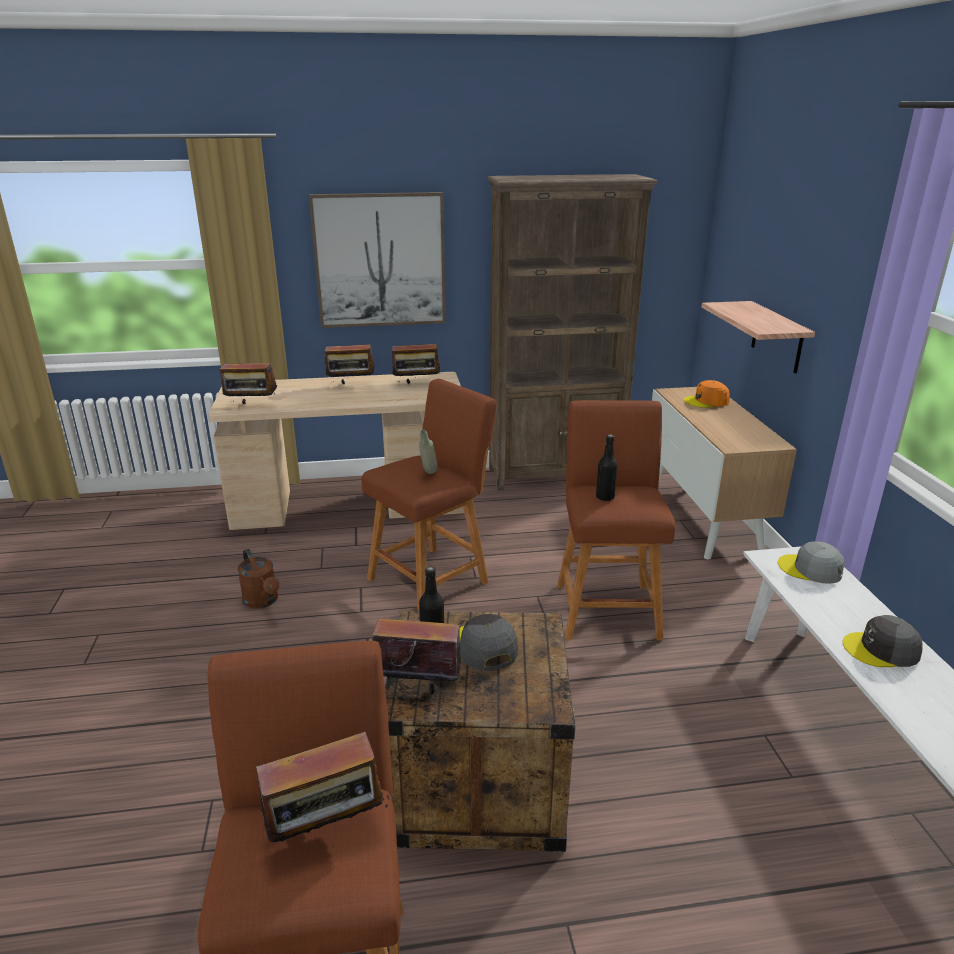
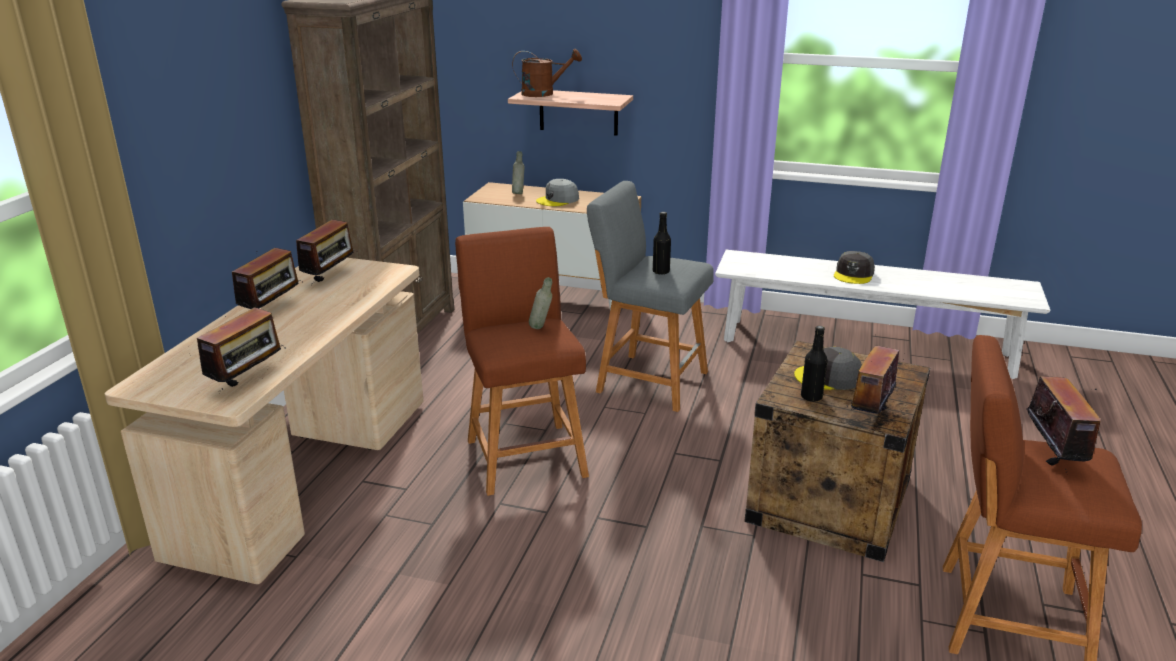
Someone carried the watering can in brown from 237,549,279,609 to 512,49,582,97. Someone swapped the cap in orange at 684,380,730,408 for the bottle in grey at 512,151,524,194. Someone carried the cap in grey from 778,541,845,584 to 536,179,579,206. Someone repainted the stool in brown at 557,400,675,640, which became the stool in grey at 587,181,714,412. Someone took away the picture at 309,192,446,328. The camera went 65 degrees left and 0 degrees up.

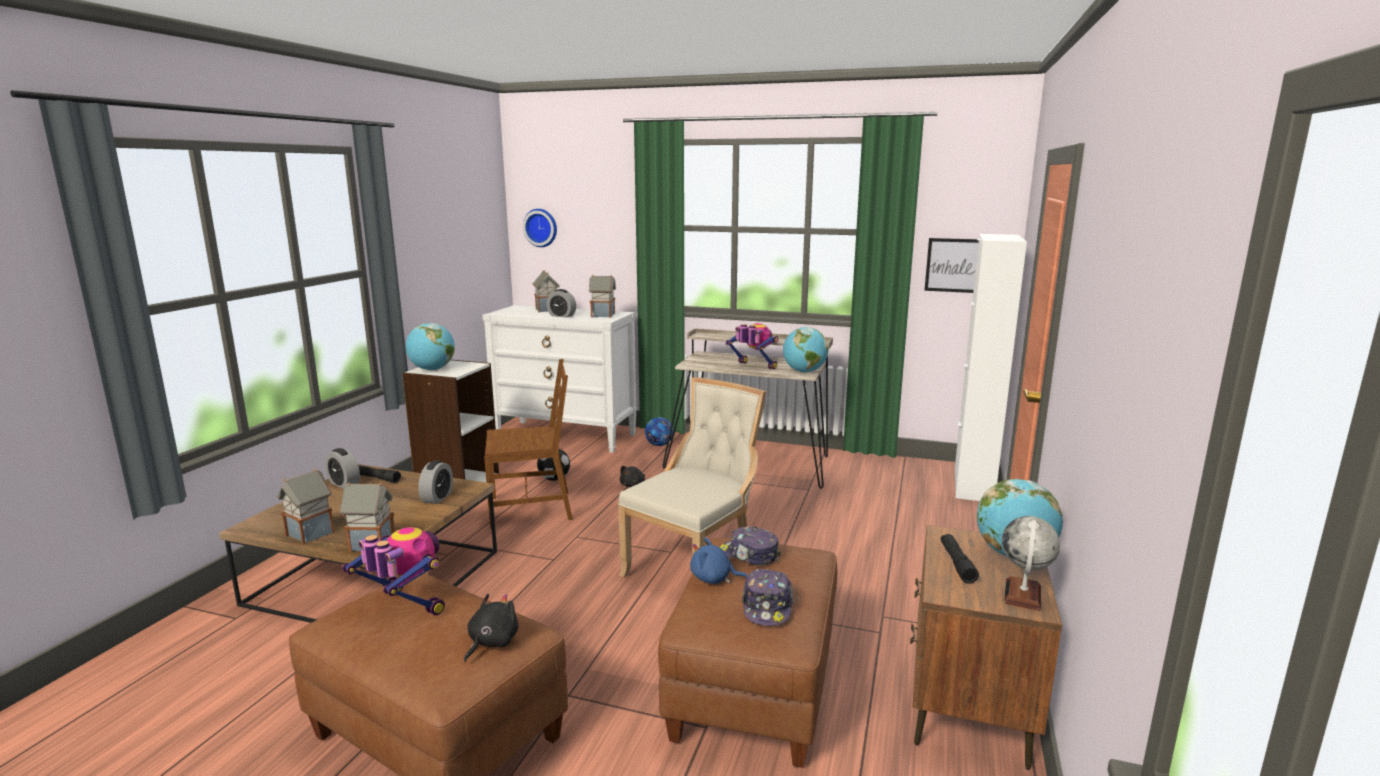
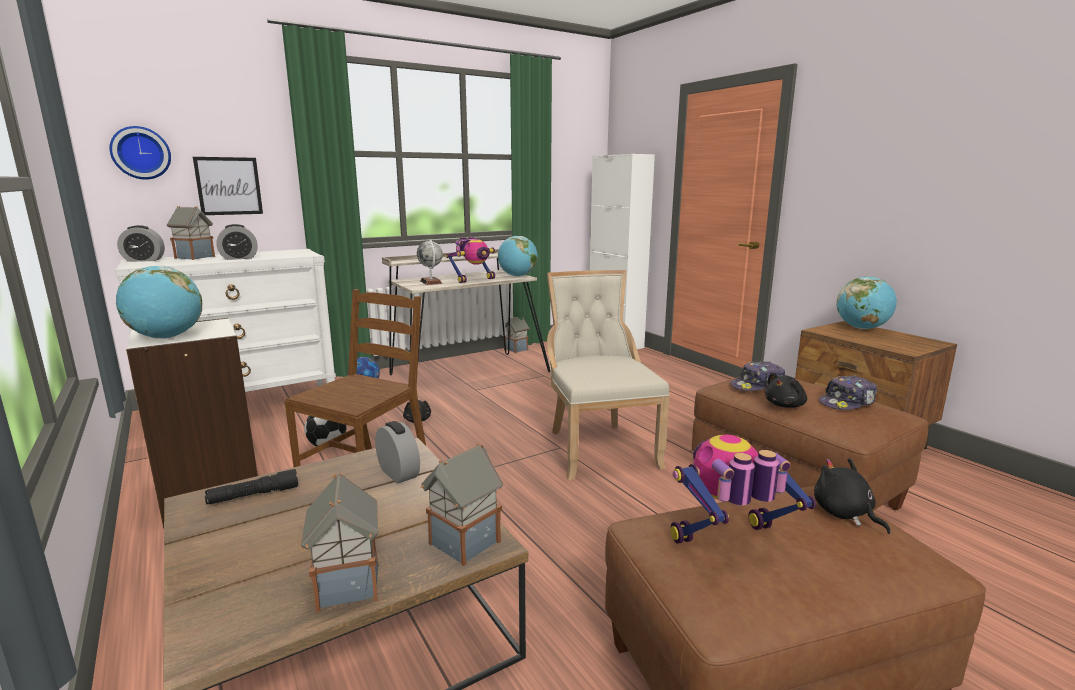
Someone carried the alarm clock from 325,448,360,489 to 117,225,165,262. Someone carried the picture from 924,238,979,293 to 193,157,263,215. Someone carried the globe from 1002,516,1060,611 to 417,240,443,285. Someone rotated the toy robot at 726,323,779,369 by 150 degrees clockwise. Someone carried the toy house from 589,275,616,318 to 503,317,530,353. Someone repainted the plush toy in blue at 690,537,748,584, which became the plush toy in black at 765,373,807,408. Someone rotated the cap at 742,568,794,626 by 105 degrees clockwise. Someone took away the flashlight in black at 941,534,979,584. The camera went 50 degrees left and 0 degrees up.

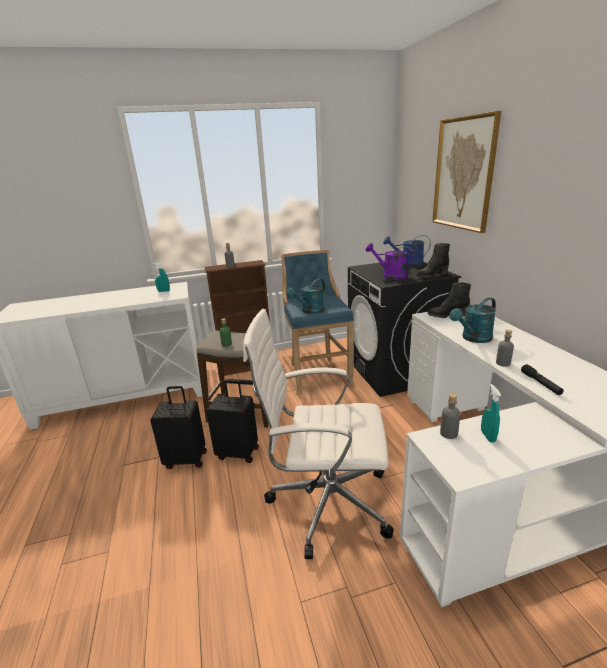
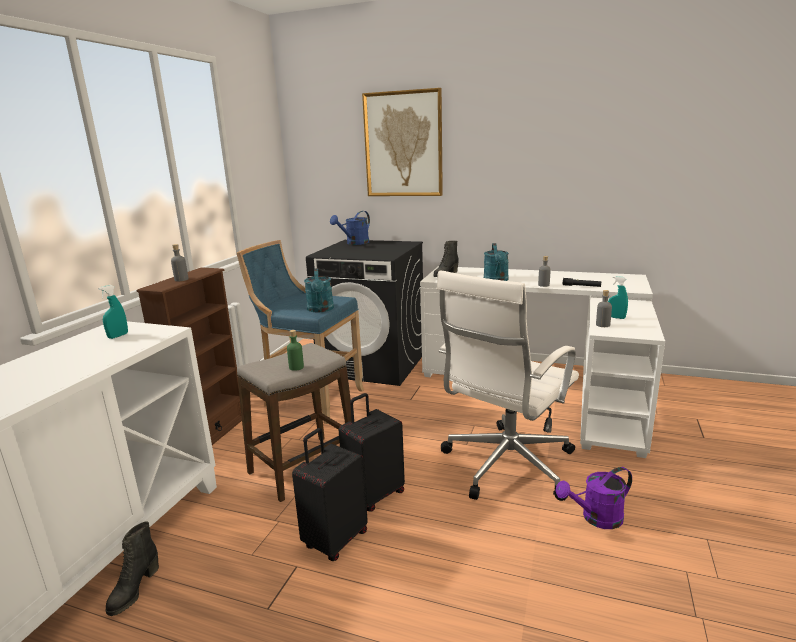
Someone carried the boot in black from 417,243,450,278 to 105,522,159,616. Someone carried the watering can in purple from 366,243,414,280 to 556,467,632,529. The camera went 55 degrees left and 5 degrees down.

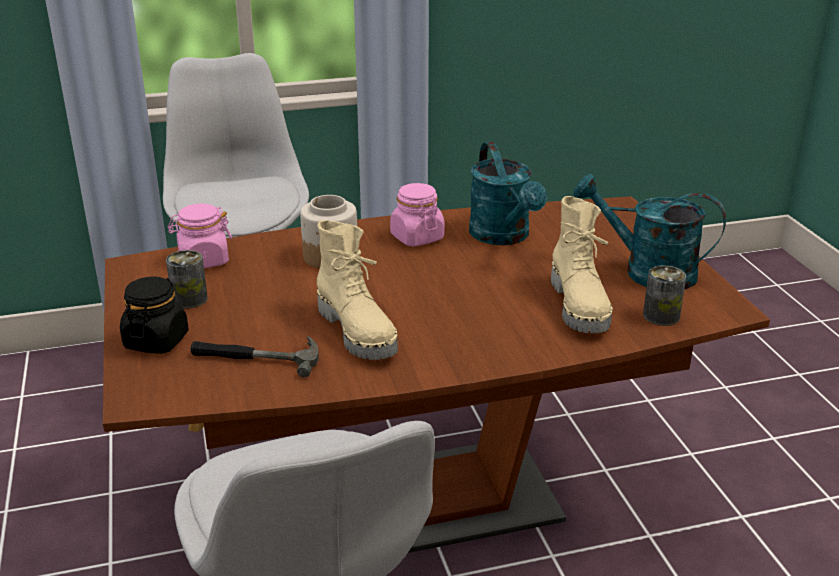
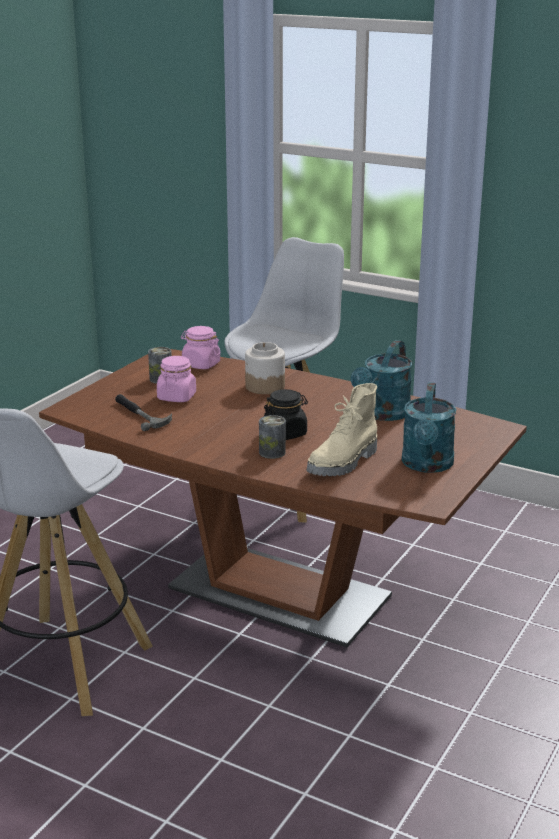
Someone carried the jar in pink from 390,183,445,247 to 157,356,196,402. Someone carried the can from 643,265,686,326 to 259,415,286,459. Someone carried the jar in black from 120,276,189,354 to 264,389,308,440. Someone rotated the watering can in turquoise at 573,174,726,290 by 150 degrees counterclockwise. Someone took away the boot in beige at 317,220,398,360. The camera went 45 degrees right and 5 degrees down.

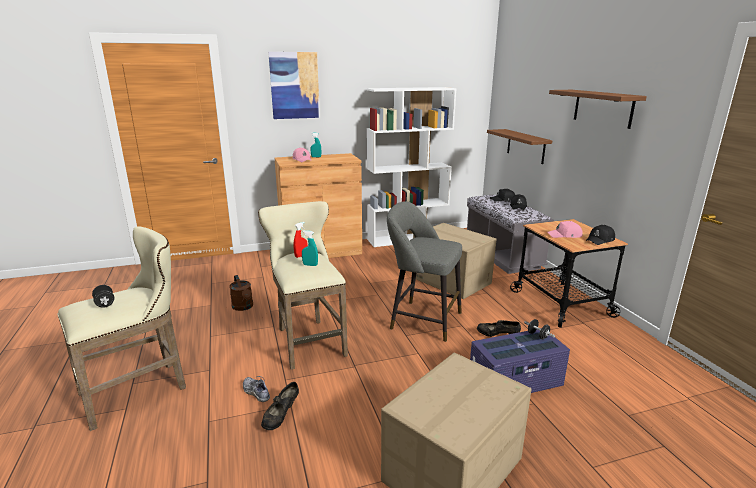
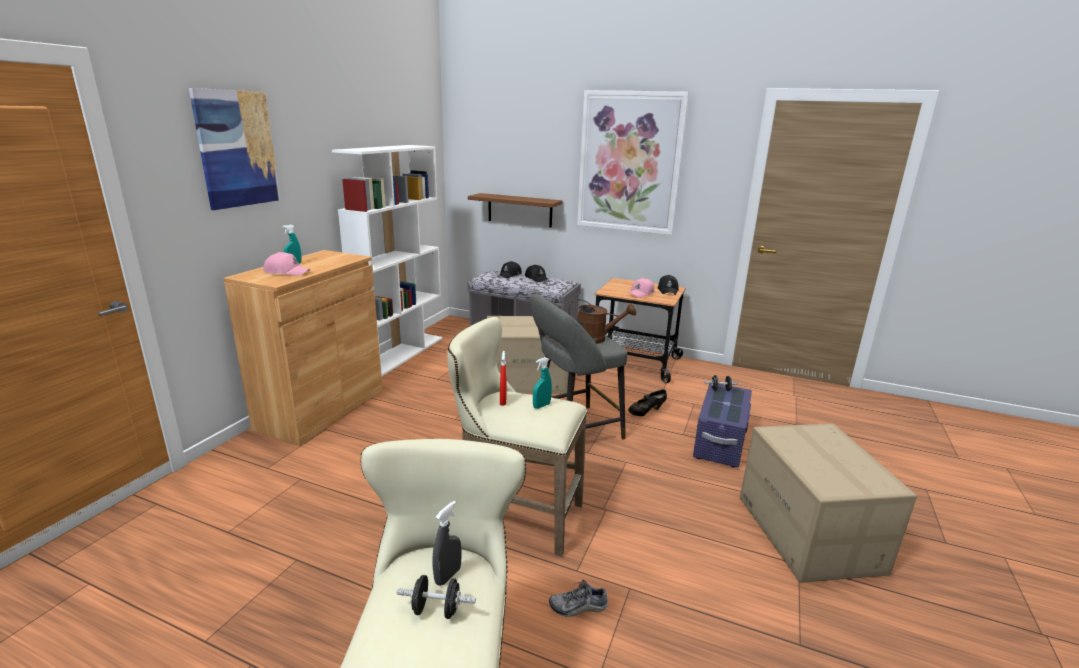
Someone put down the spray bottle in grey at 432,501,462,586. Someone carried the watering can in brown from 229,275,253,311 to 569,299,636,344. Someone swapped the shelf in brown at 549,90,647,129 for the picture at 577,90,689,235. Someone took away the shoe in black at 261,382,299,430. The camera went 50 degrees left and 0 degrees up.

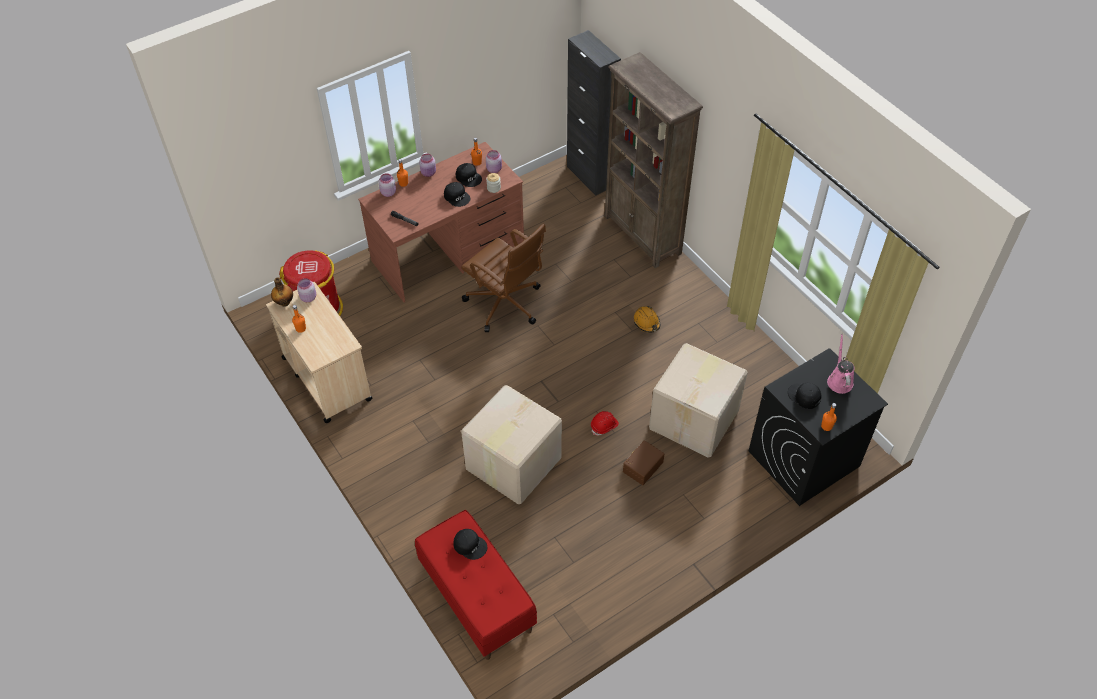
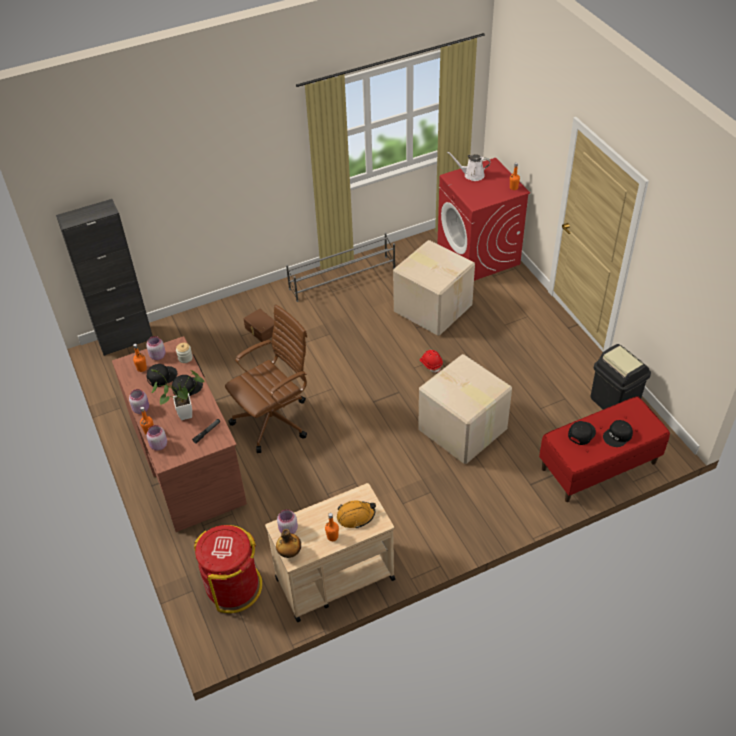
Someone put down the potted plant at 151,369,205,420. Someone carried the storage box in brown from 623,440,664,485 to 243,308,274,342. Someone put down the shoe rack in grey at 286,232,395,302. Someone carried the hard hat in orange from 634,306,660,333 to 337,501,376,528. Someone repainted the washing machine in black at 749,348,888,506, which became the washing machine in red at 438,158,530,281. Someone repainted the watering can in pink at 827,334,855,394, which became the watering can in white at 447,152,491,181. Someone put down the trash can in black at 590,344,651,410. Someone carried the cap in black from 788,383,821,409 to 603,420,633,447. Someone took away the bookcase in brown at 604,52,703,268. The camera went 80 degrees left and 5 degrees down.

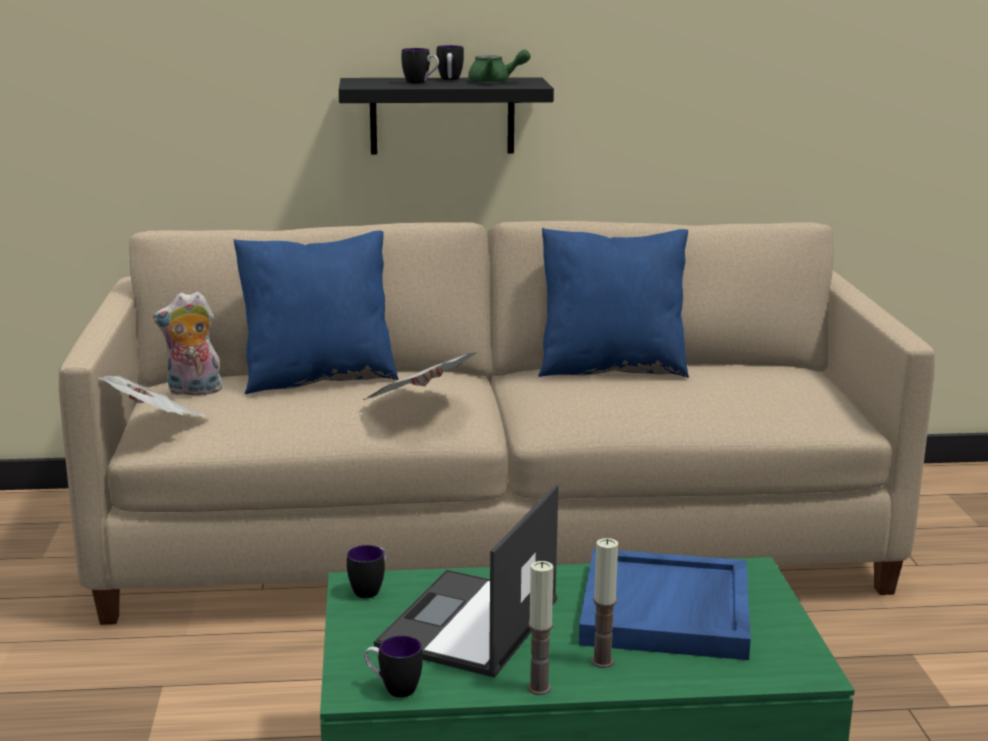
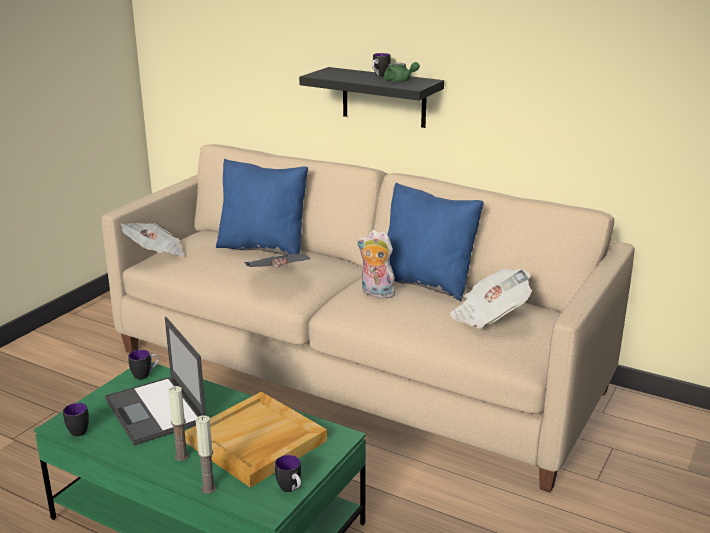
Someone rotated the laptop at 374,484,558,678 by 90 degrees counterclockwise. Someone repainted the tray in blue at 579,548,751,660, which became the tray in beige at 185,392,327,488. Someone carried the candle from 527,561,553,695 to 196,415,216,494. Someone carried the mug from 402,48,439,84 to 275,455,301,492. Someone carried the plush toy from 153,291,224,396 to 357,230,395,299. Someone put down the newspaper at 450,268,532,329. The camera went 35 degrees right and 5 degrees up.

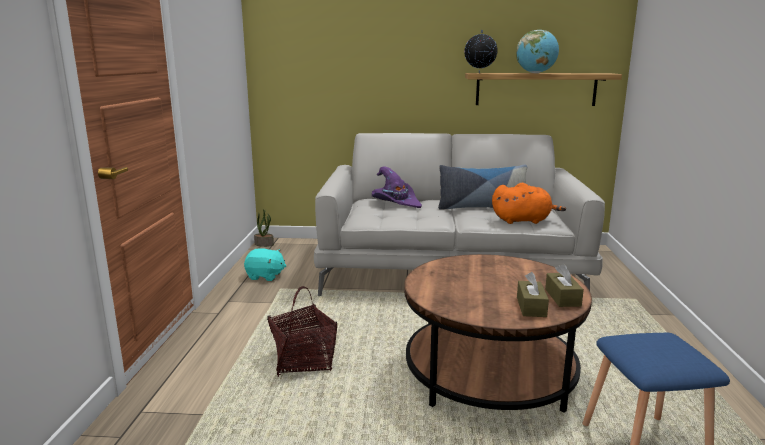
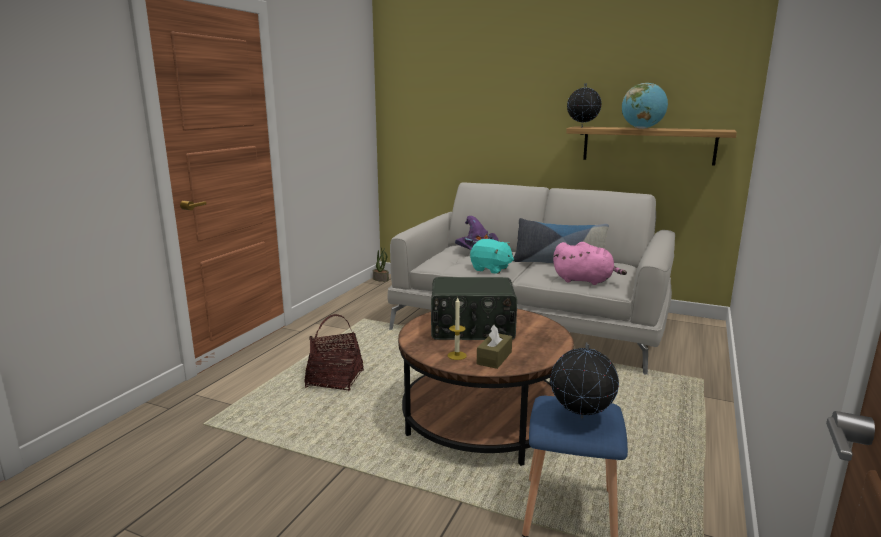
Someone put down the radio at 431,277,517,340. Someone put down the candle at 448,298,467,360. Someone carried the plush toy in turquoise from 244,248,286,281 to 470,239,514,274. Someone put down the globe at 551,342,619,419. Someone repainted the plush toy in orange at 492,183,566,224, which became the plush toy in pink at 553,242,627,285. Someone took away the tissue box in brown at 545,264,584,307. The camera went 20 degrees right and 0 degrees up.

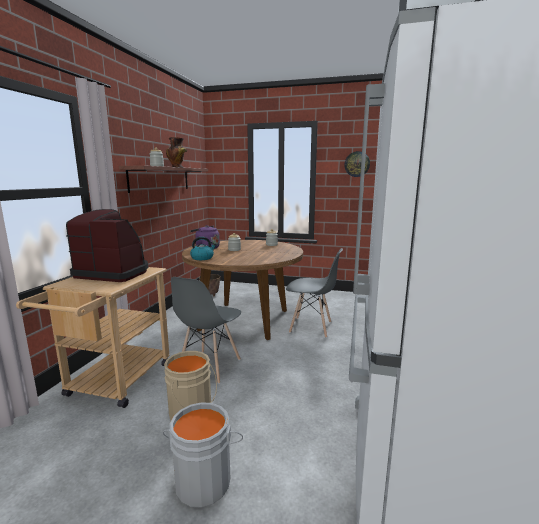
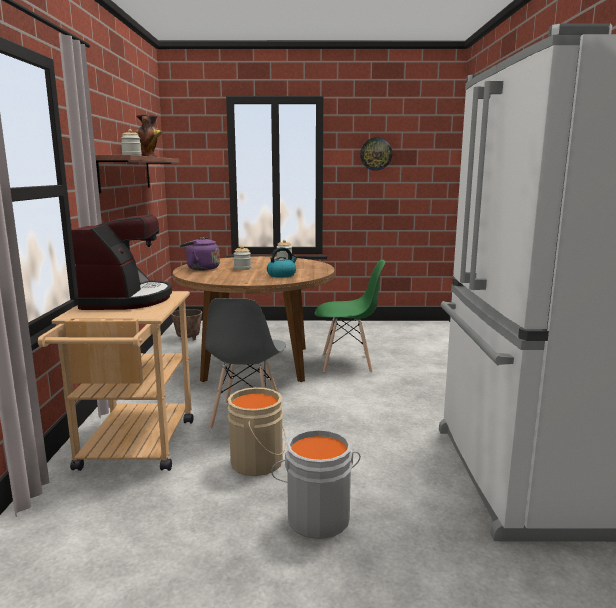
Someone rotated the coffee machine at 66,209,148,282 by 90 degrees clockwise. Someone carried the kettle from 190,237,216,260 to 267,247,298,278. Someone repainted the chair in grey at 286,248,343,338, which became the chair in green at 315,260,385,372. The camera went 15 degrees left and 0 degrees up.

